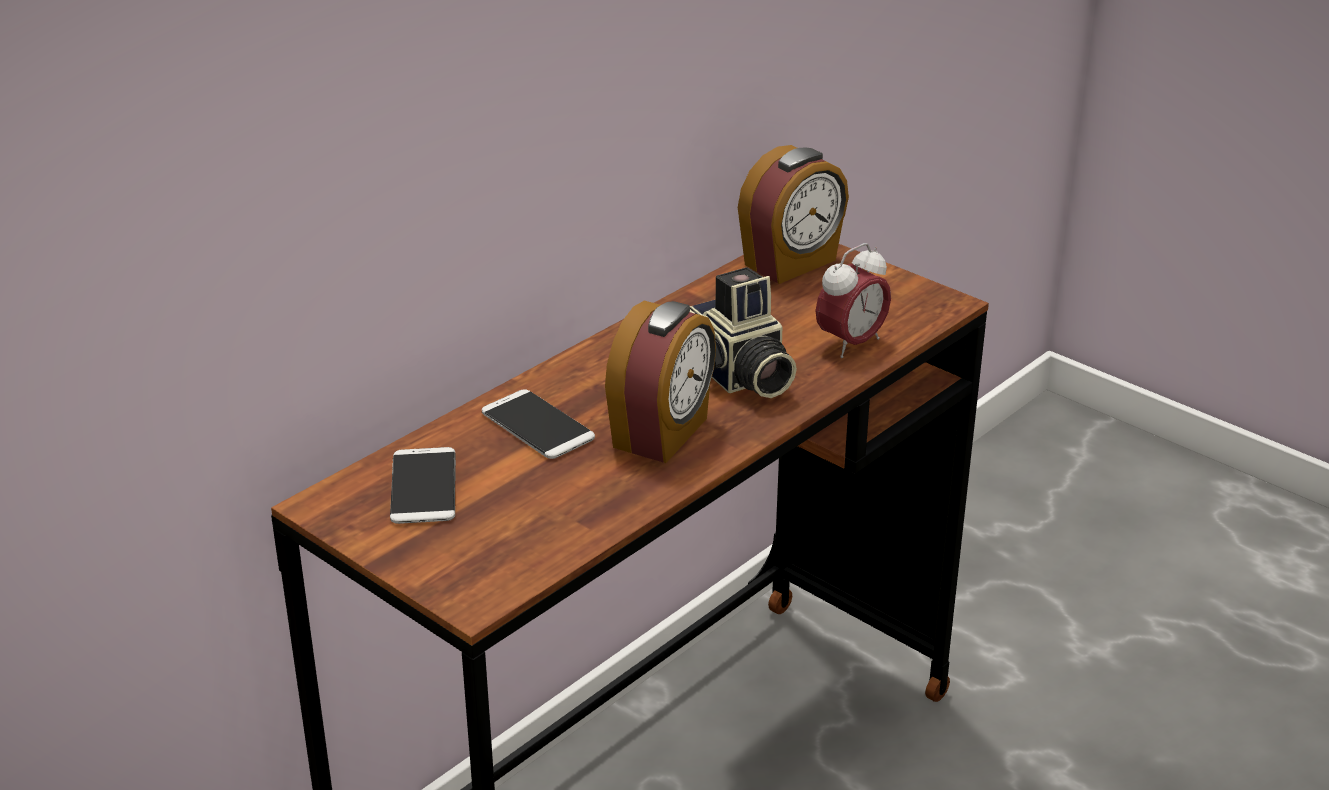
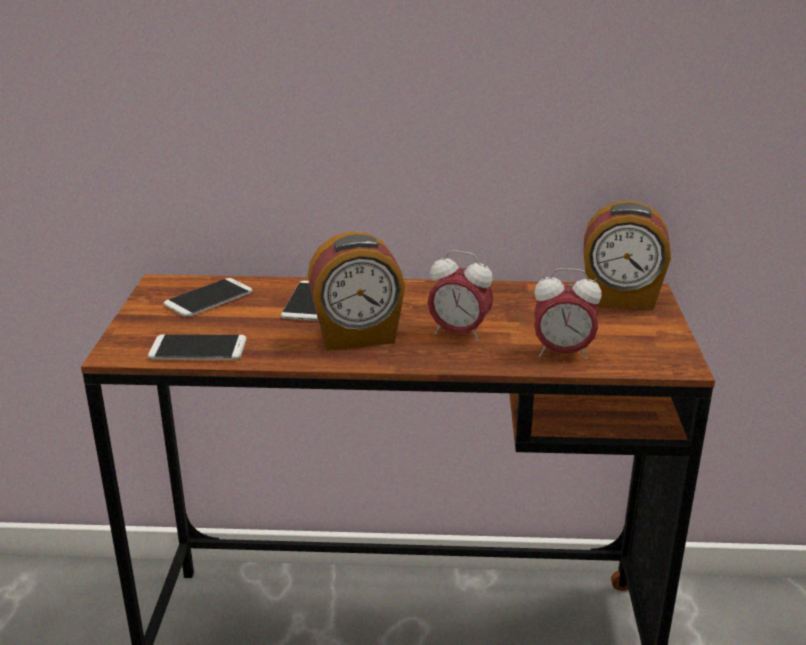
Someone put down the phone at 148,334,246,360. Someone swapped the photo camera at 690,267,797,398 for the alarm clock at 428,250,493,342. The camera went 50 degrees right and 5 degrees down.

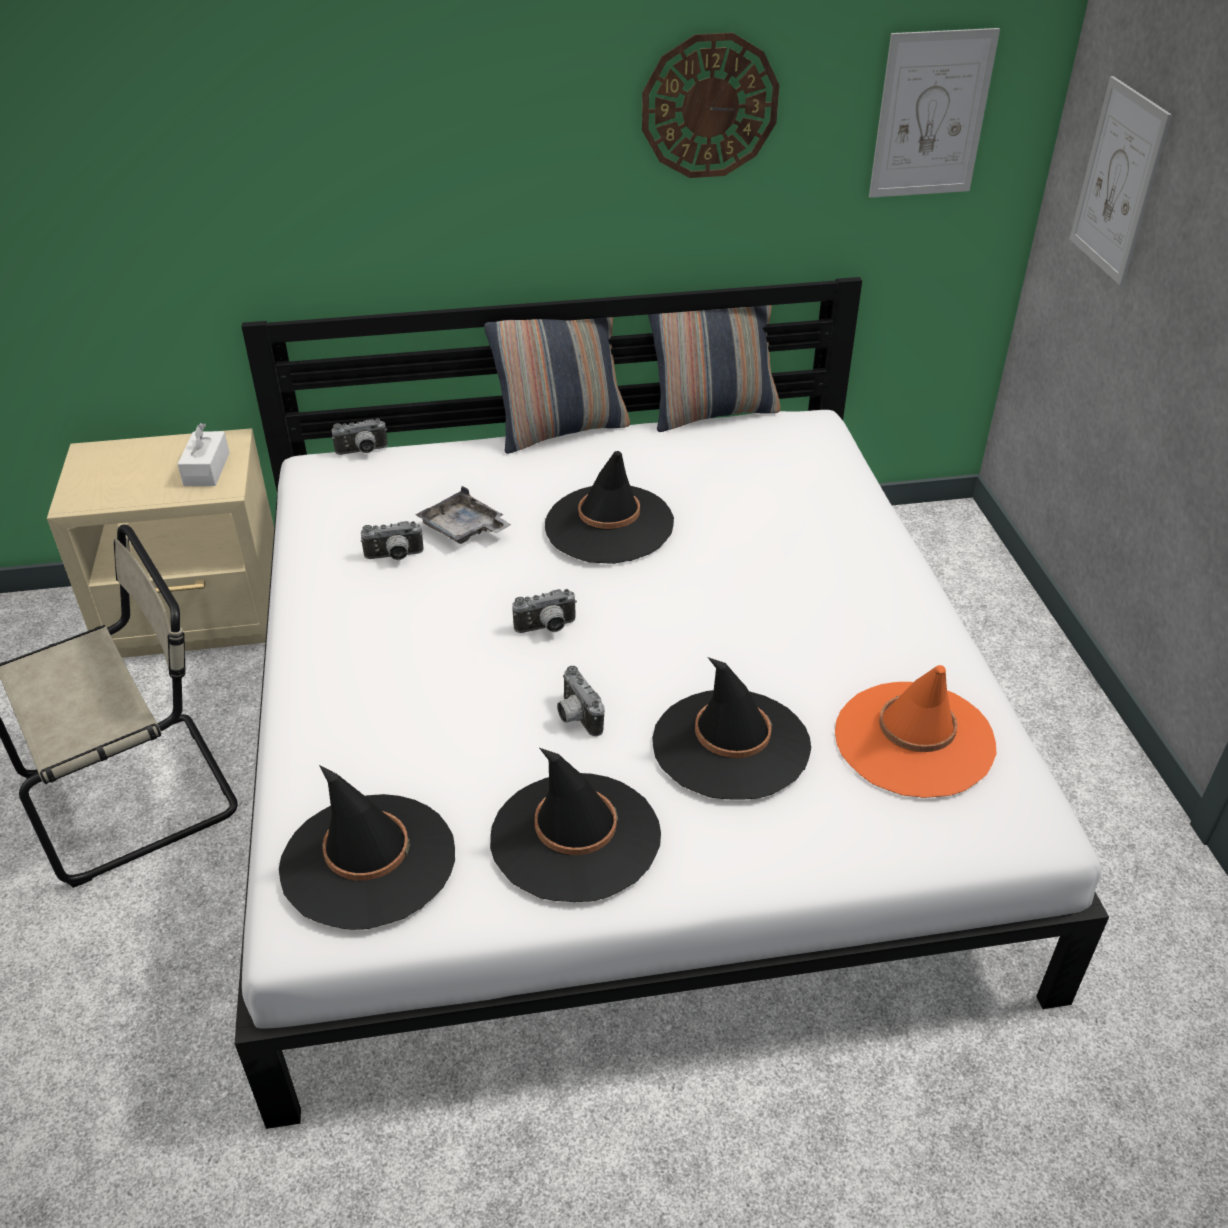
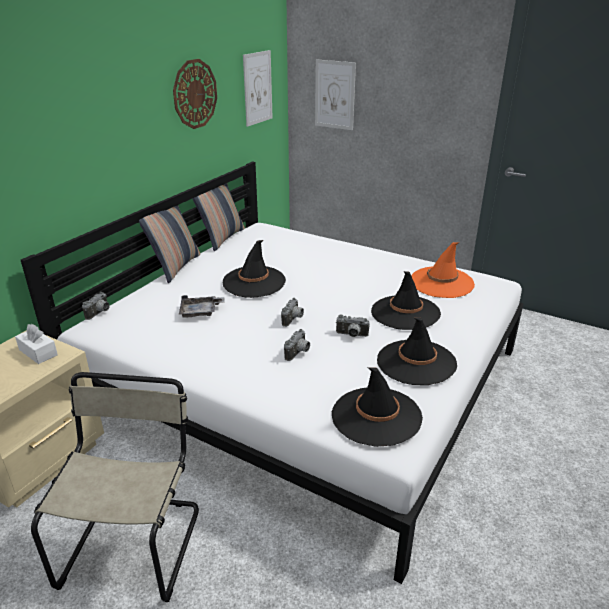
Someone carried the photo camera from 361,521,424,560 to 284,329,310,361. The camera went 50 degrees left and 10 degrees down.

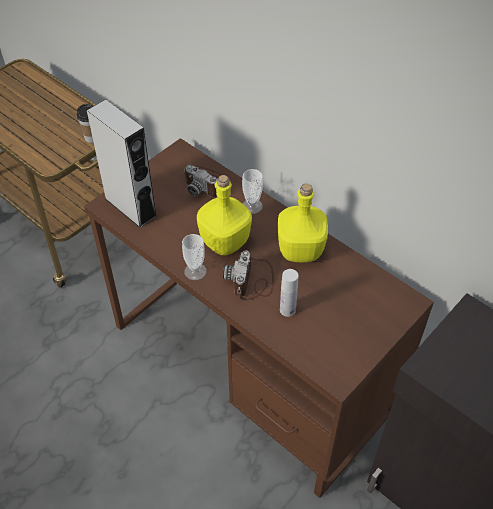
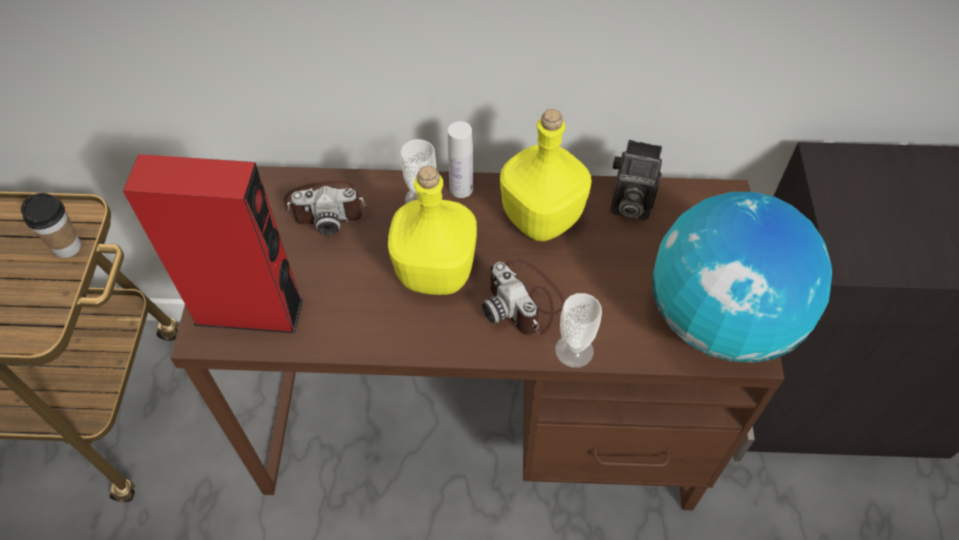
Someone repainted the speaker in grey at 87,100,157,228, which became the speaker in red at 123,154,303,333. Someone carried the bottle in white from 280,269,299,317 to 448,121,473,198. Someone carried the cup from 182,234,206,280 to 555,293,602,368. Someone put down the photo camera at 610,140,662,220. Someone put down the globe at 652,192,832,363. The camera went 40 degrees left and 5 degrees up.

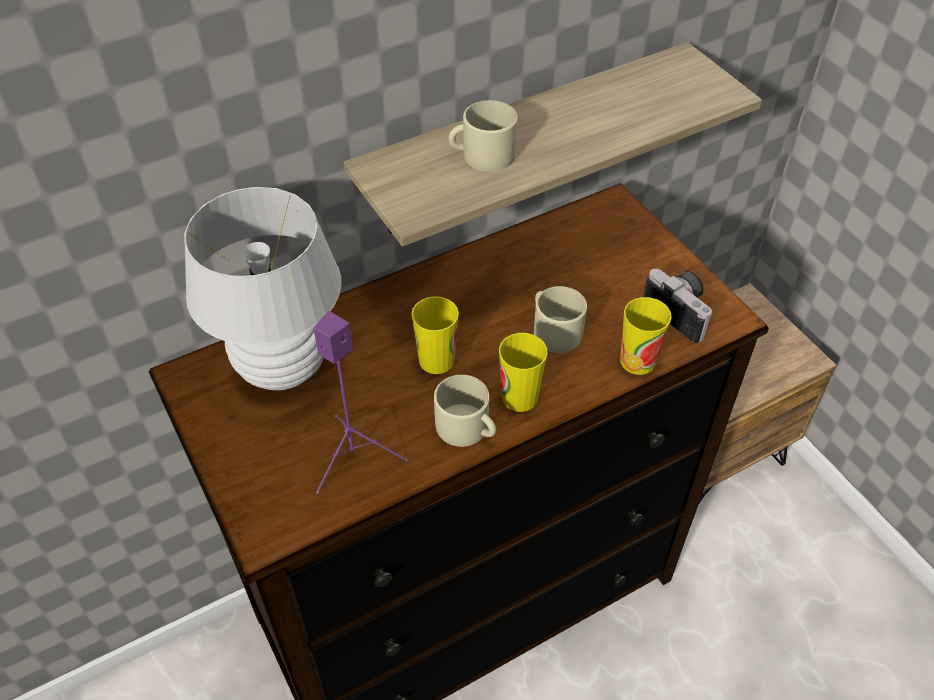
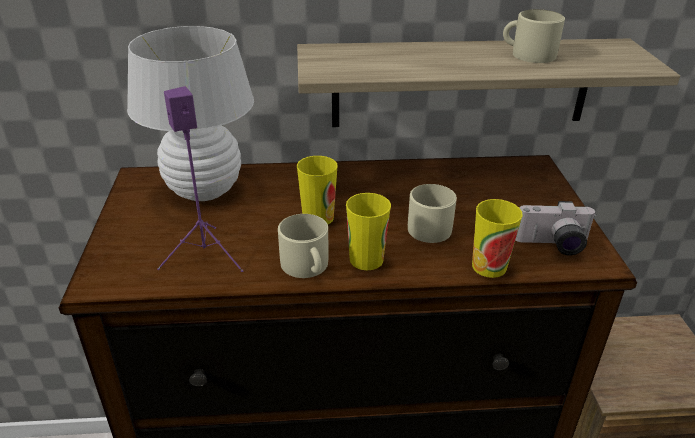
Someone carried the mug in beige from 449,100,518,172 to 503,9,565,63. Someone rotated the photo camera at 643,269,713,343 by 105 degrees clockwise. The camera went 25 degrees right and 15 degrees down.

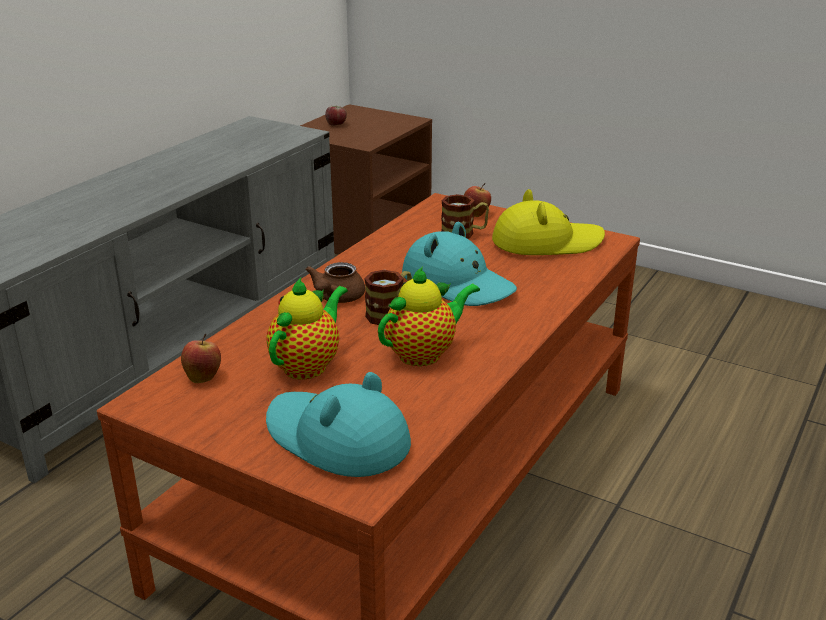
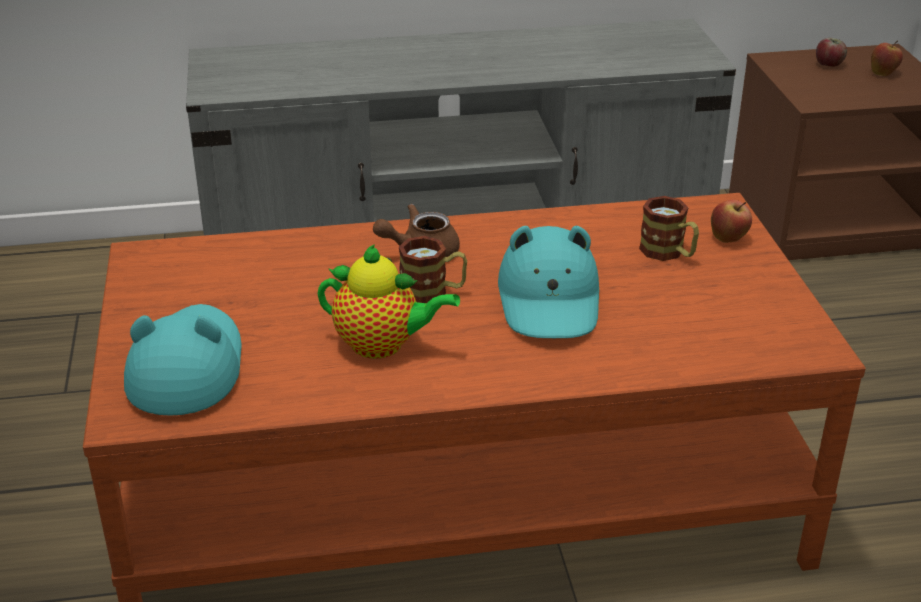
Someone carried the apple from 181,334,221,383 to 871,40,903,76. Someone took away the teapot at 266,277,348,380. Someone took away the hat in yellow at 492,189,605,255. The camera went 50 degrees right and 5 degrees up.

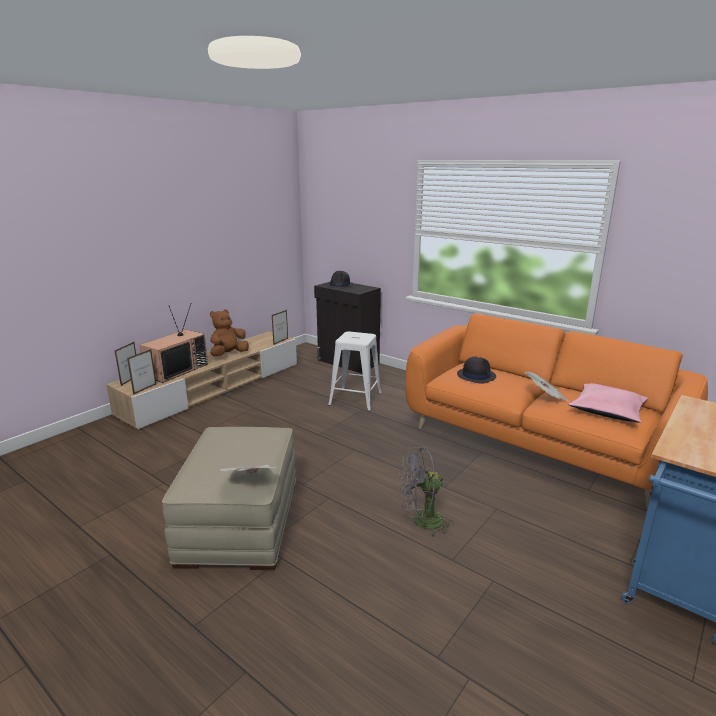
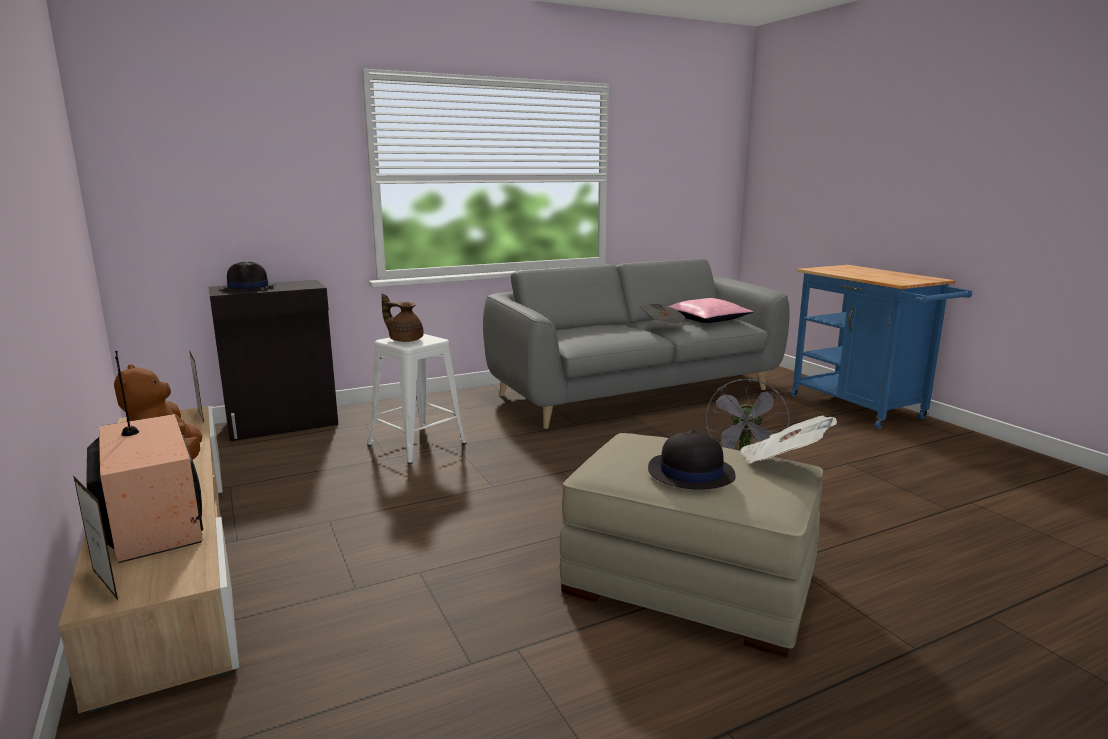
Someone put down the teapot in brown at 381,294,424,342. Someone repainted the sofa in orange at 406,313,708,509, which became the sofa in grey at 483,258,790,429. Someone carried the hat in black from 457,357,496,384 to 648,430,736,490. Someone took away the picture frame at 127,349,156,395. The camera went 65 degrees left and 5 degrees down.

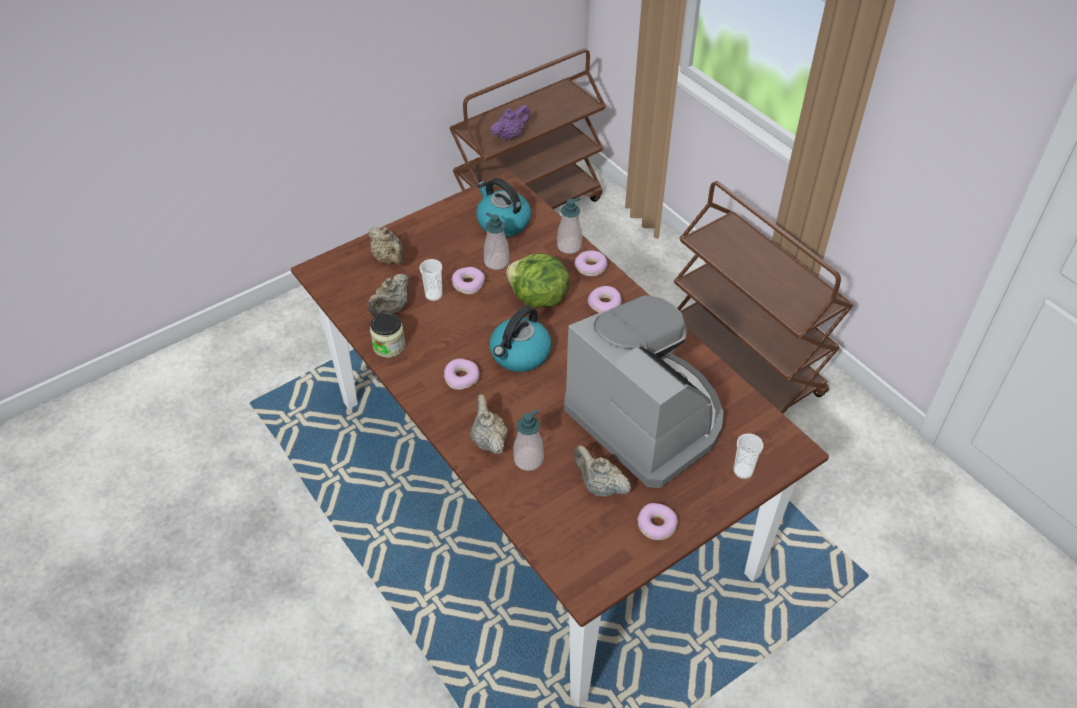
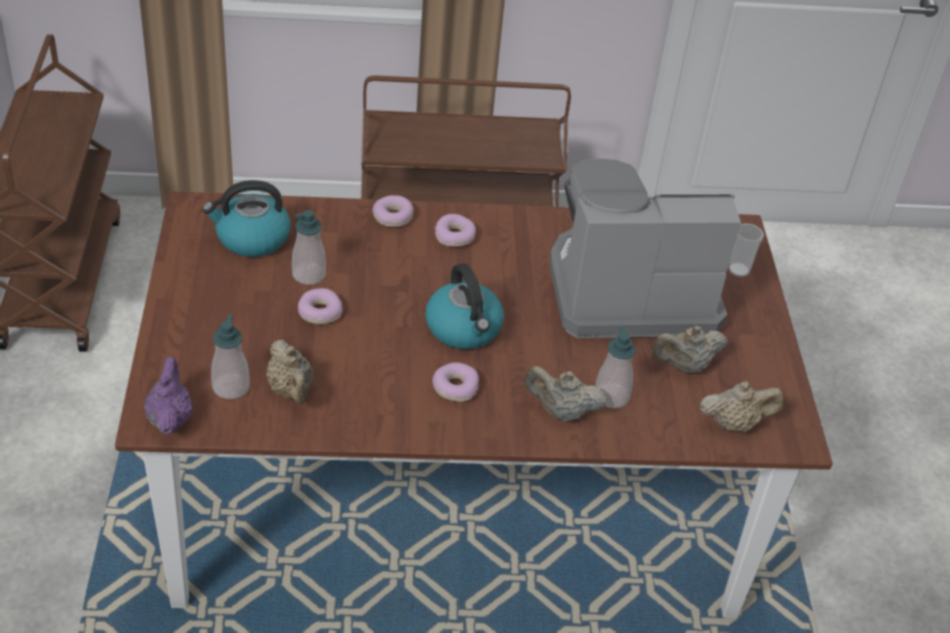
Someone carried the teapot in purple from 491,105,530,141 to 144,356,192,435. Someone carried the soap dispenser from 557,198,582,254 to 211,314,250,399. Someone carried the teapot in beige from 368,227,404,265 to 700,381,784,432. Someone took away the jar at 370,312,406,358. Someone took away the cup at 420,259,442,301. Someone took away the lettuce at 506,253,570,308. Someone took away the donut at 637,503,678,540. The camera went 60 degrees left and 5 degrees down.

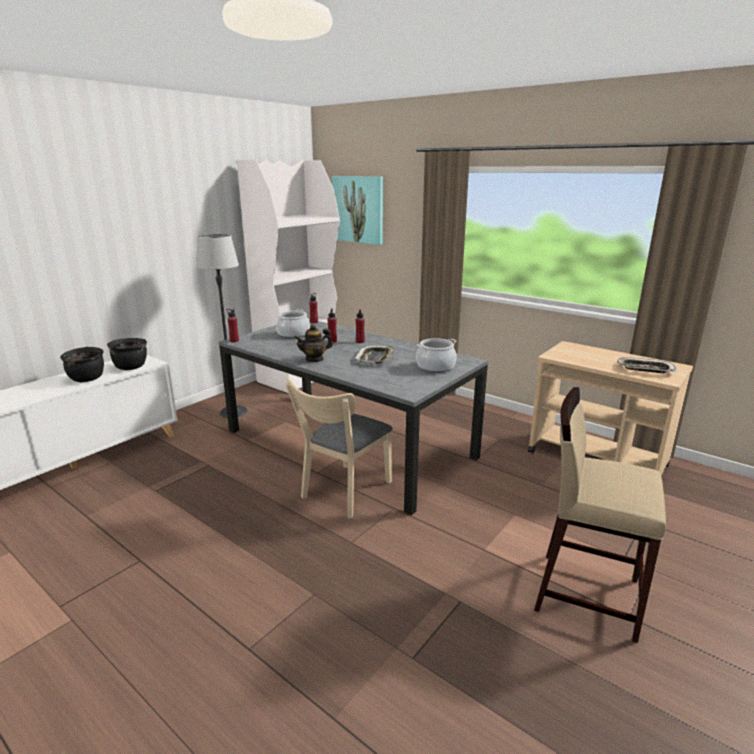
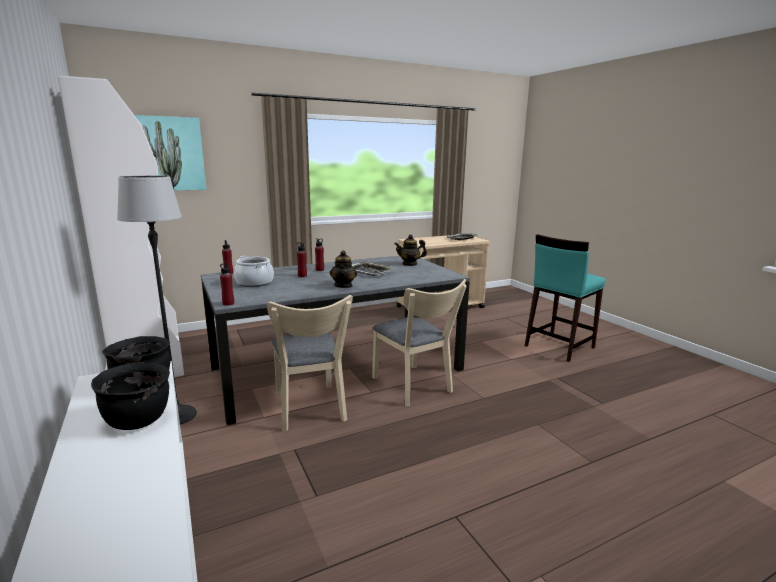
Someone put down the chair in beige at 267,295,353,432. Someone swapped the cooking pot at 416,338,456,373 for the teapot at 394,235,427,266. Someone repainted the stool in beige at 534,387,666,643, which became the stool in turquoise at 525,234,605,362. The camera went 65 degrees left and 5 degrees down.

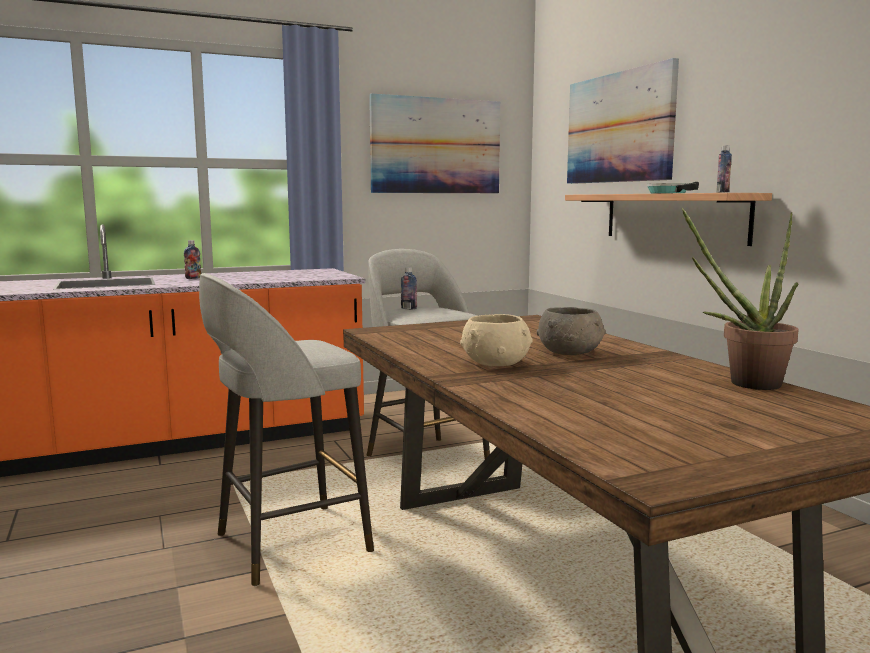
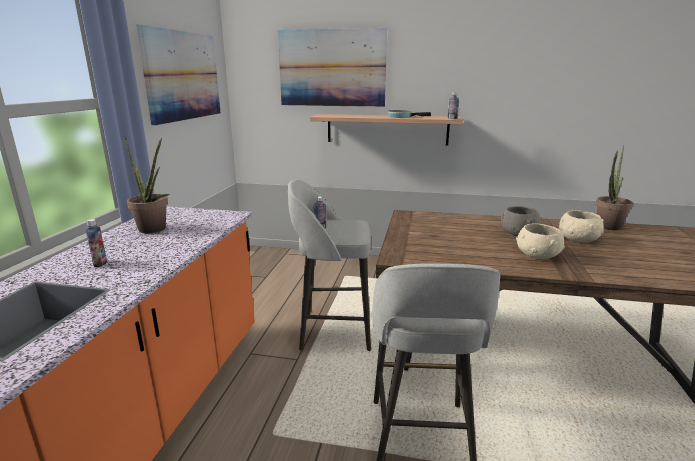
Someone put down the potted plant at 125,136,170,233. Someone put down the bowl in beige at 559,210,604,242. The camera went 55 degrees left and 10 degrees up.

